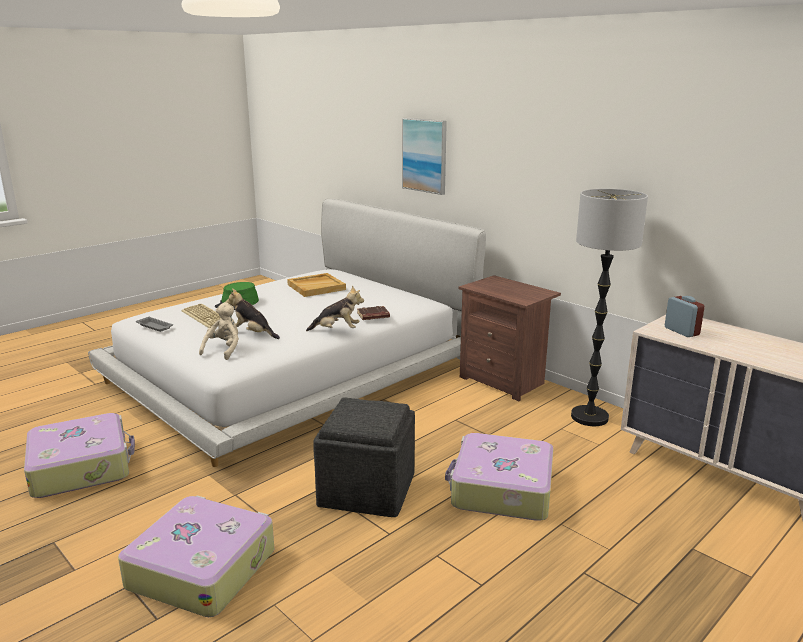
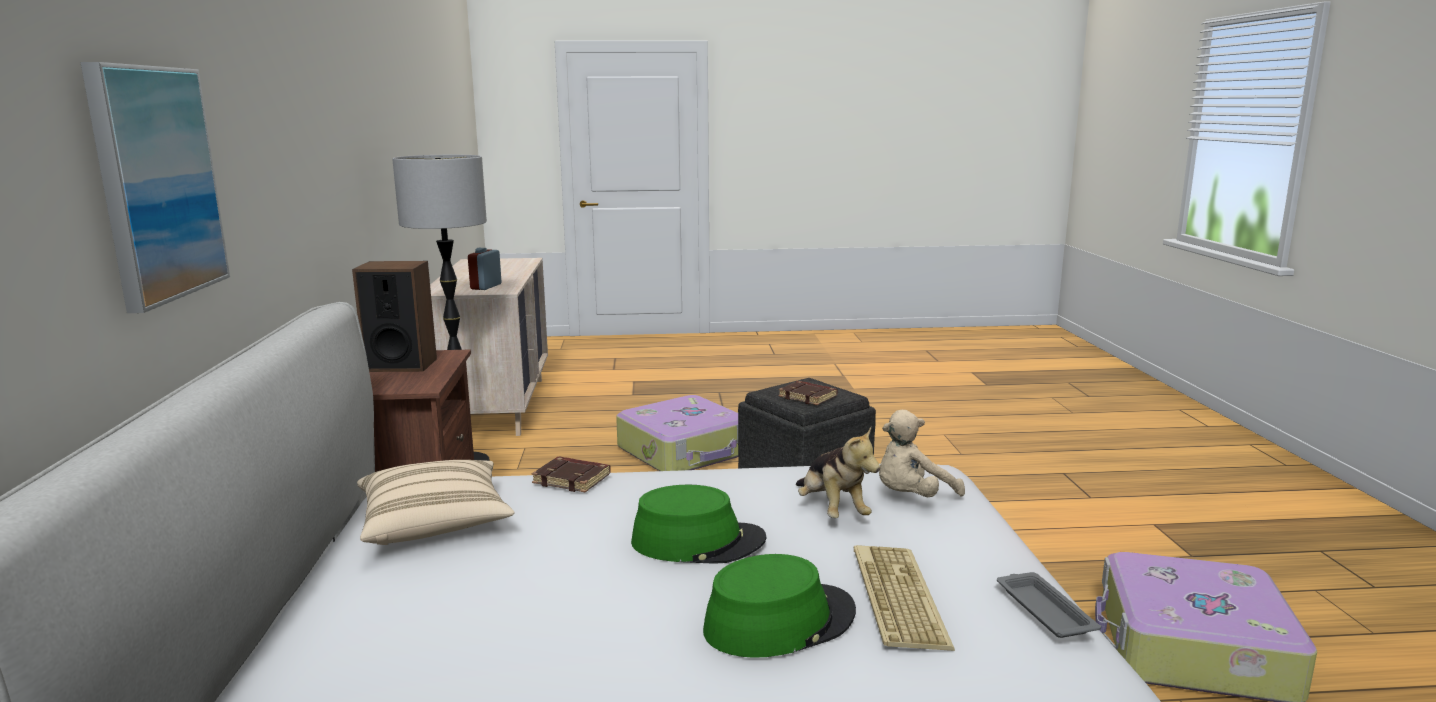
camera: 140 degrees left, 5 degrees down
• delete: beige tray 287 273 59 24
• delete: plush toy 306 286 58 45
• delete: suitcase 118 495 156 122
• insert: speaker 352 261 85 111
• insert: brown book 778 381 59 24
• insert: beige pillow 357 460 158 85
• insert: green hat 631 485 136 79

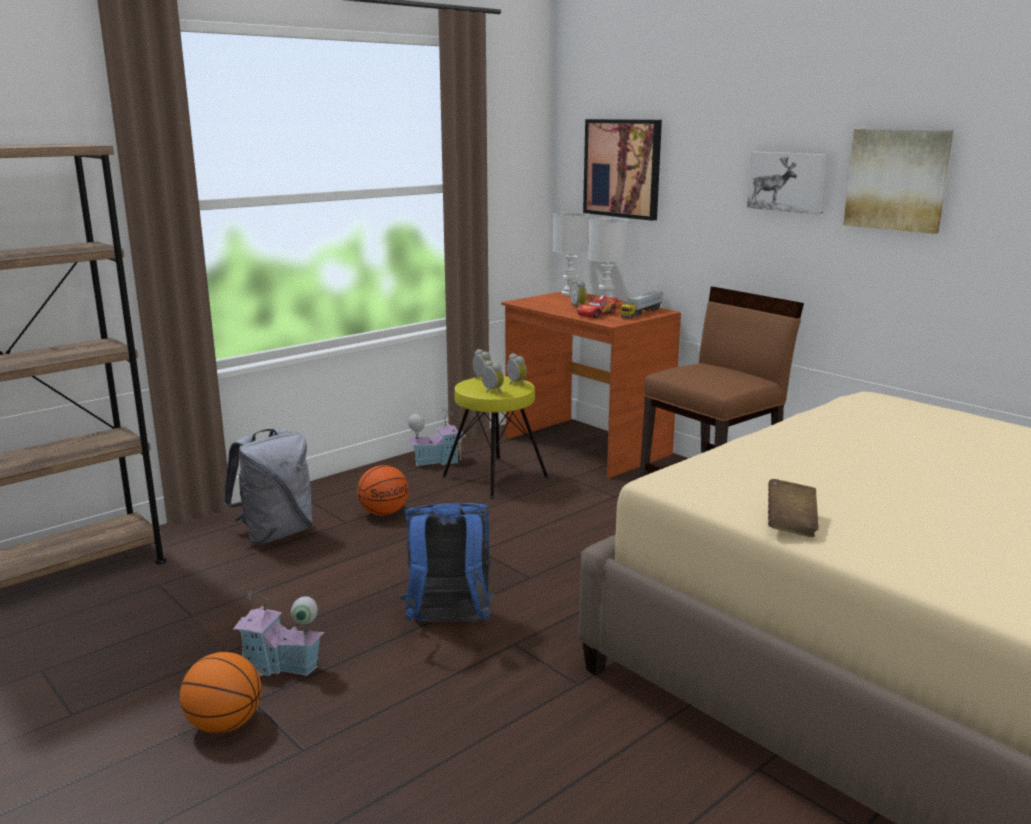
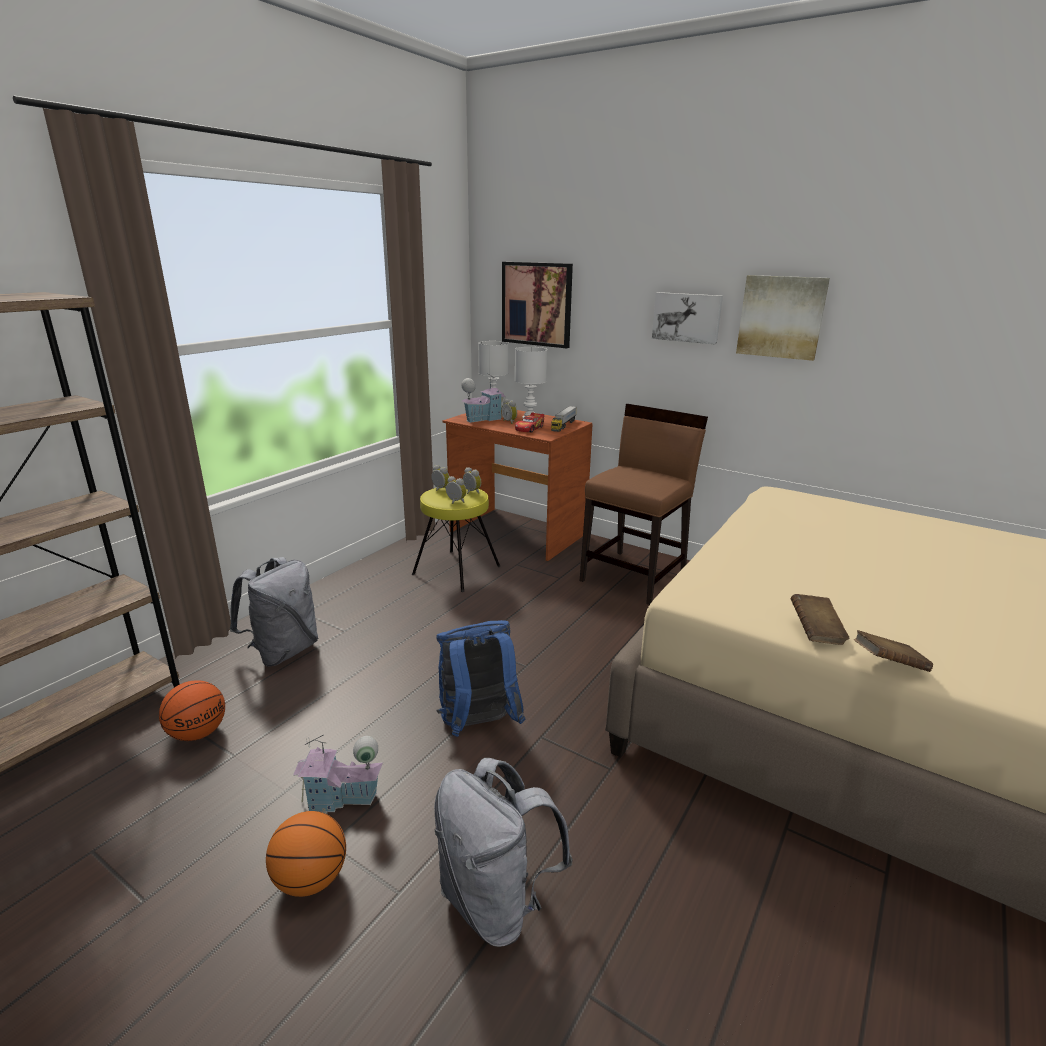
camera: 15 degrees left, 5 degrees up
• move: toy house 408 409 58 57 to 461 373 45 50
• move: basketball 357 465 52 51 to 159 680 66 61
• insert: brown book 854 630 79 42
• insert: grey backpack 434 758 139 189

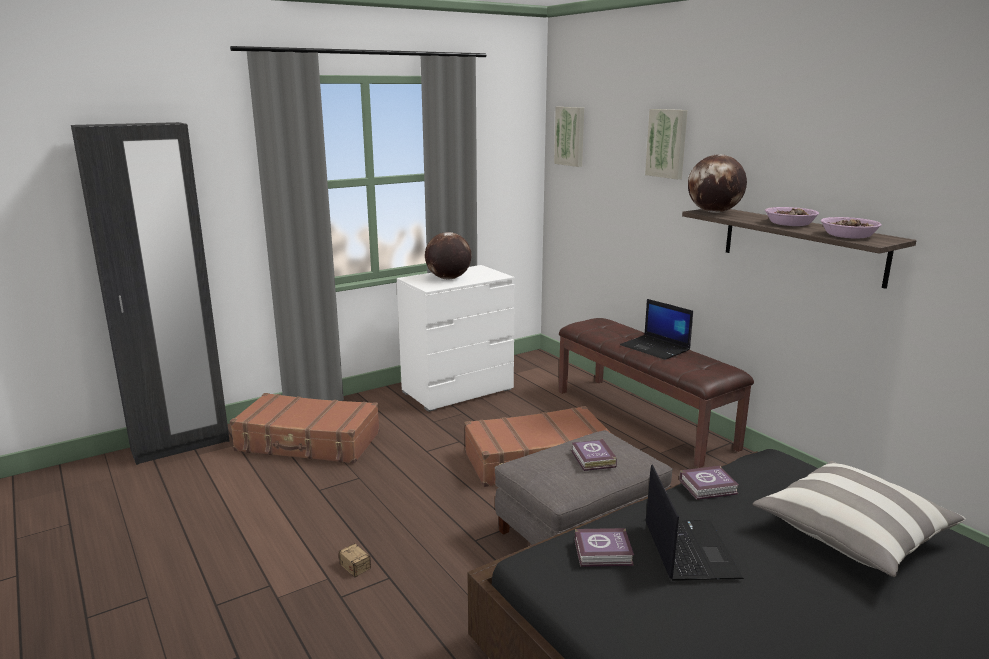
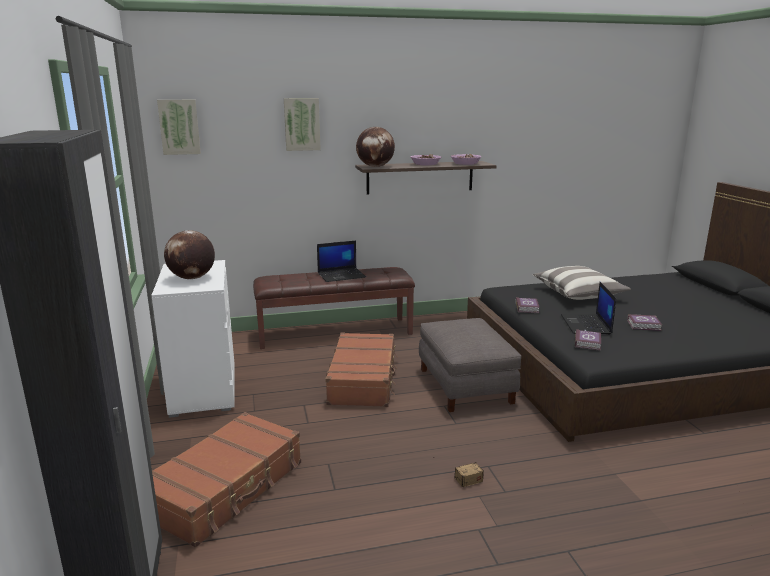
camera: 70 degrees left, 0 degrees up
• move: book 571 439 46 32 to 627 314 35 17
• rotate: laptop 645 465 99 116 = 561 282 55 52 105 degrees counterclockwise

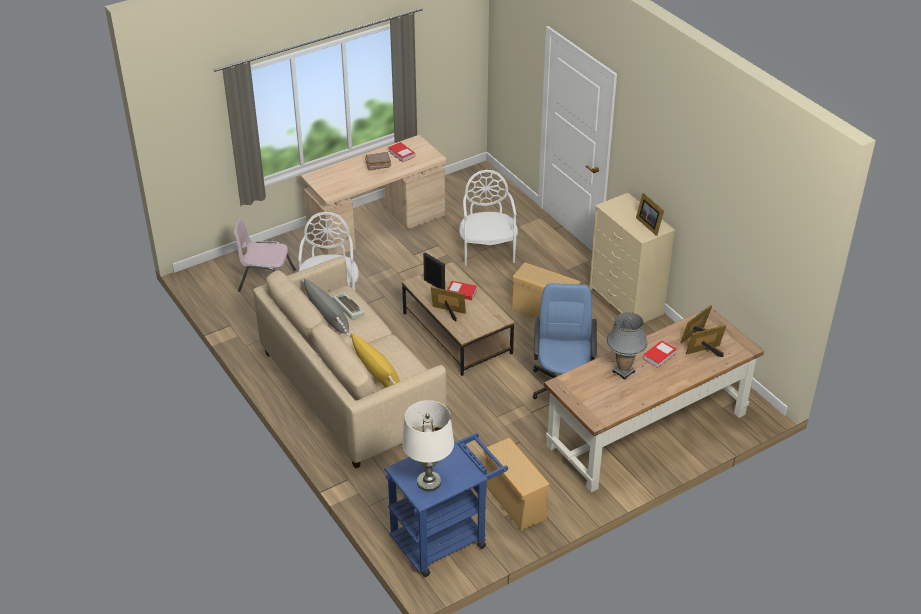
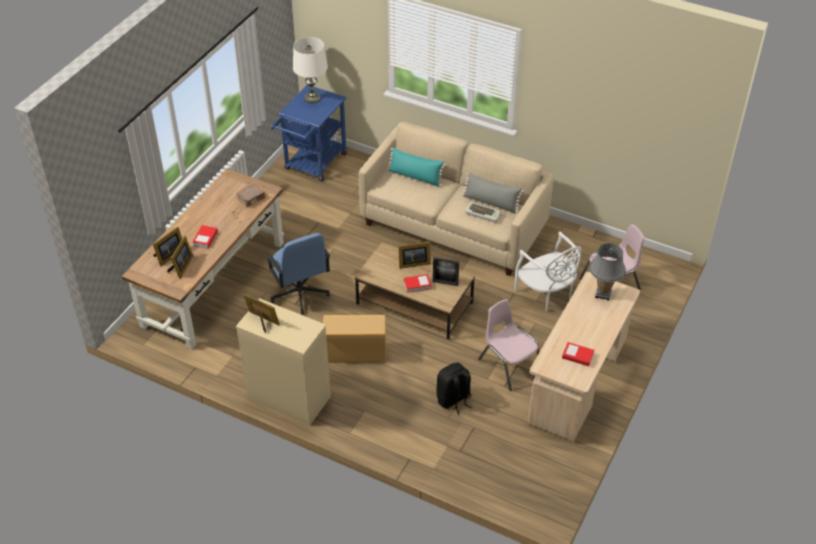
camera: 150 degrees right, 5 degrees up
• move: brown book 365 152 26 18 to 236 184 29 23
• replace: white chair 459 170 59 96 to black backpack 436 362 36 53
• move: grey table lamp 606 312 42 68 to 589 243 37 58
• recolor: yellow pillow 350 334 50 53 to turquoise pillow 387 147 59 40
• delete: beige storage box 484 438 65 92
• insert: pink chair 478 299 61 92

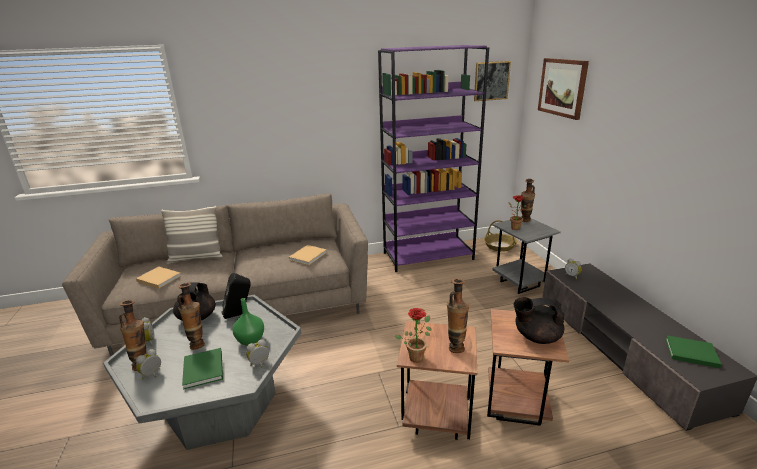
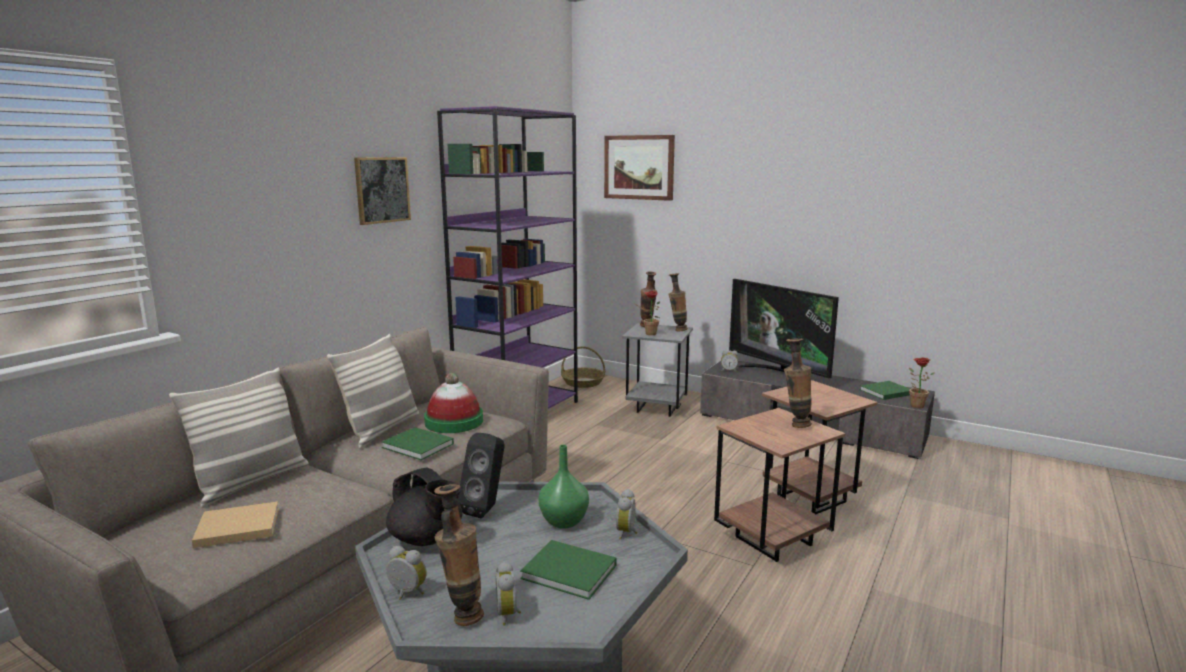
camera: 45 degrees left, 10 degrees down
• move: picture 474 61 37 40 to 354 157 57 68
• replace: beige book 289 245 38 20 to hat 424 373 59 60
• move: vase 178 283 27 67 to 668 273 20 58
• delete: black teapot 513 297 52 47
• move: potted plant 395 308 37 55 to 909 358 26 50
• insert: television 729 279 110 99
• insert: pillow 327 334 92 115
• insert: green book 382 427 72 33

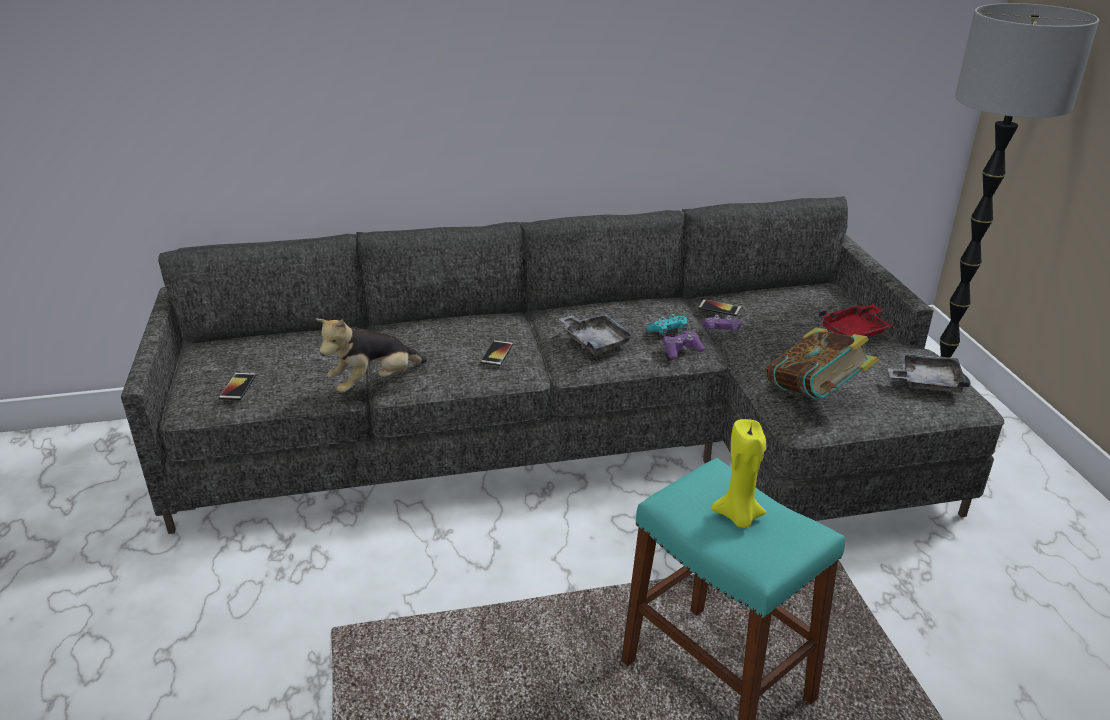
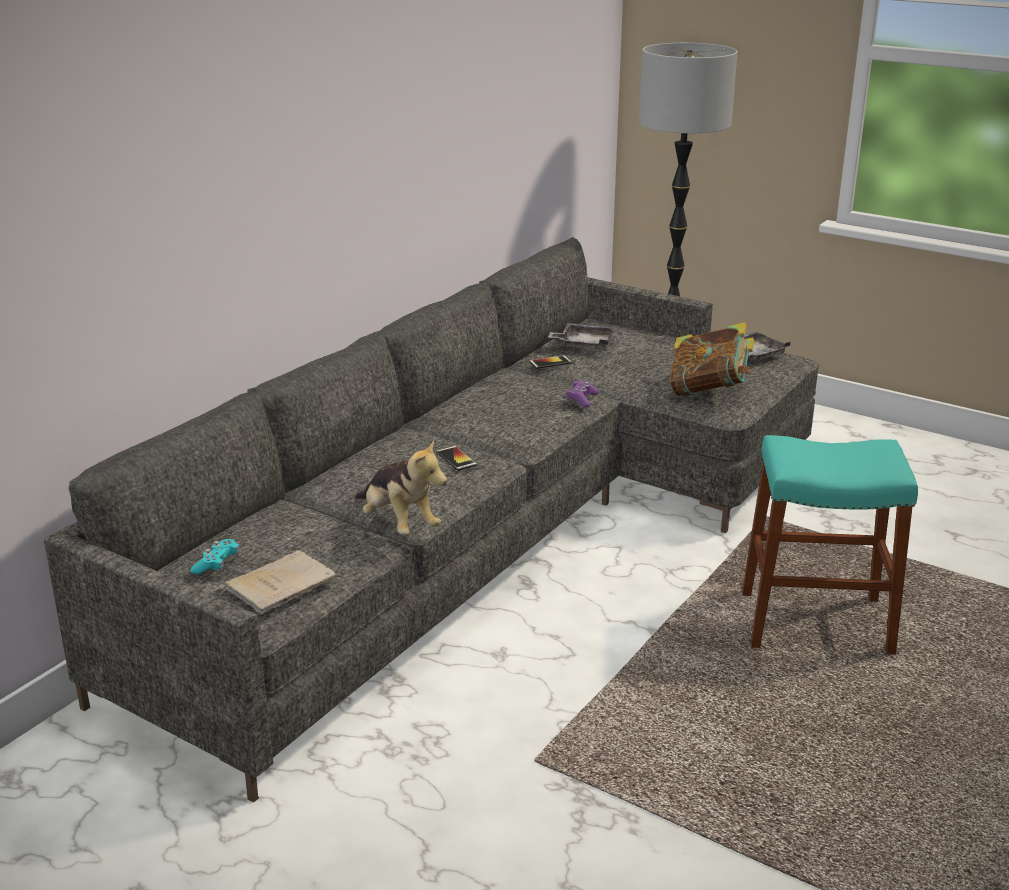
camera: 45 degrees left, 5 degrees down
• delete: red tray 819 304 74 33
• move: grey tray 559 312 77 43 to 548 323 66 27
• move: turquoise game controller 646 314 42 22 to 191 539 49 35
• delete: purple game controller 702 315 39 19
• rotate: plush toy 316 318 111 75 = 355 439 92 96 45 degrees counterclockwise
• replace: phone 219 373 37 27 to beige book 224 550 111 64
• delete: yellow candle 711 419 55 109

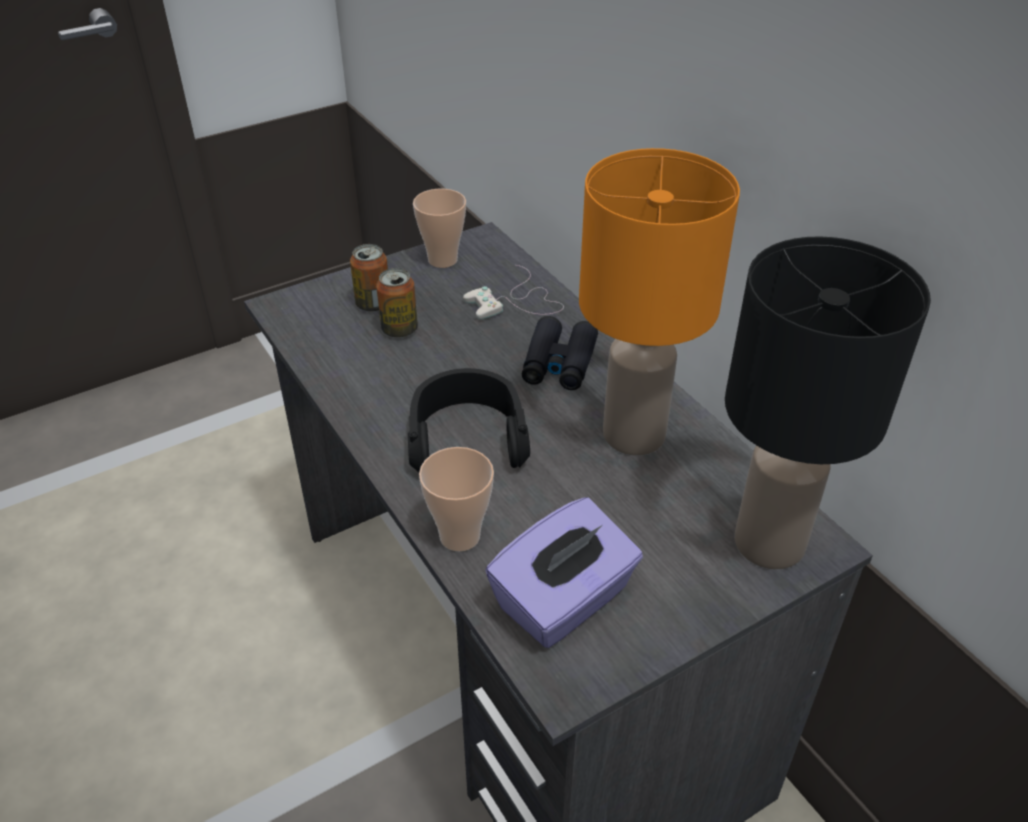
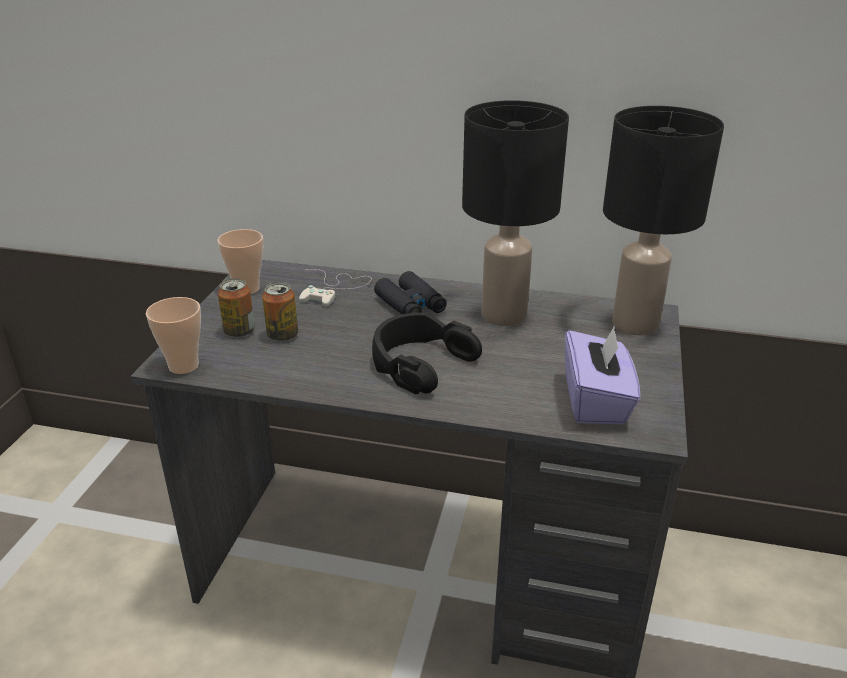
camera: 45 degrees left, 10 degrees down
• recolor: orange table lamp 579 148 161 307 to black table lamp 462 100 107 226
• move: cup 419 447 75 104 to 146 297 55 77

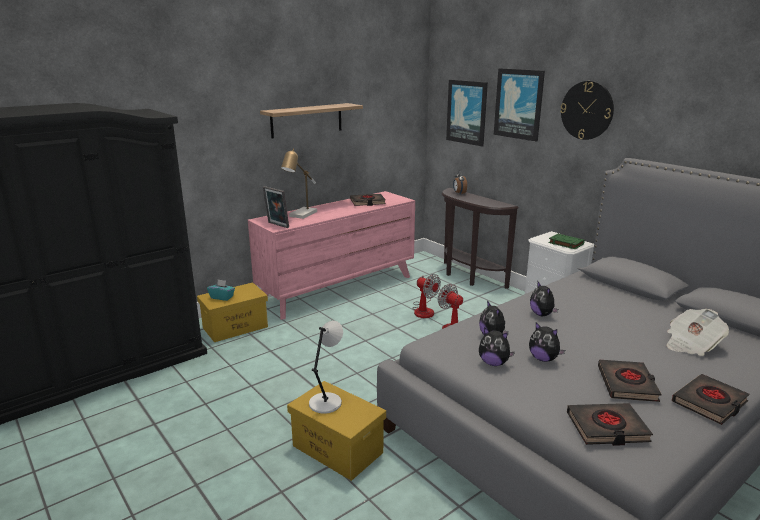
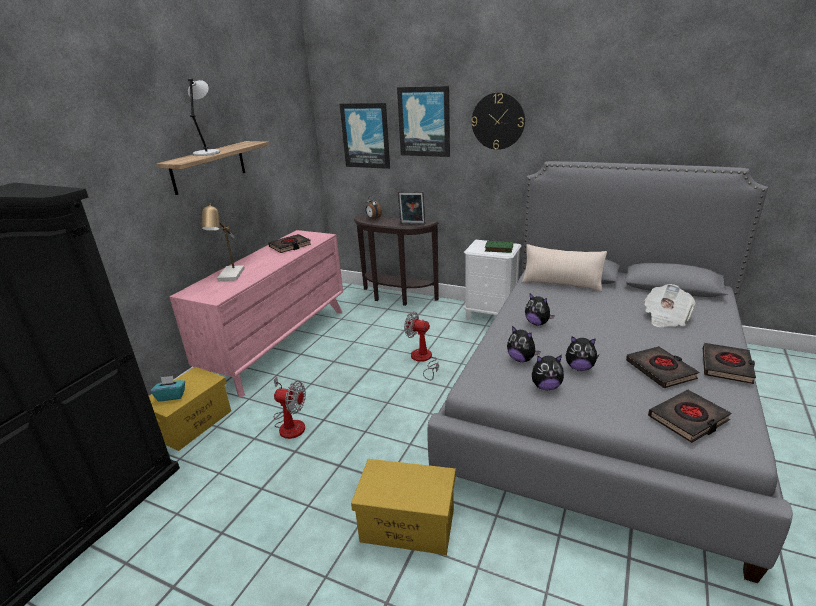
camera: 25 degrees left, 5 degrees up
• move: picture frame 263 186 26 42 to 398 191 27 34
• move: fan 412 274 29 44 to 274 376 32 63
• move: grey table lamp 309 321 34 93 to 188 79 32 77
• insert: beige pillow 522 244 85 48

